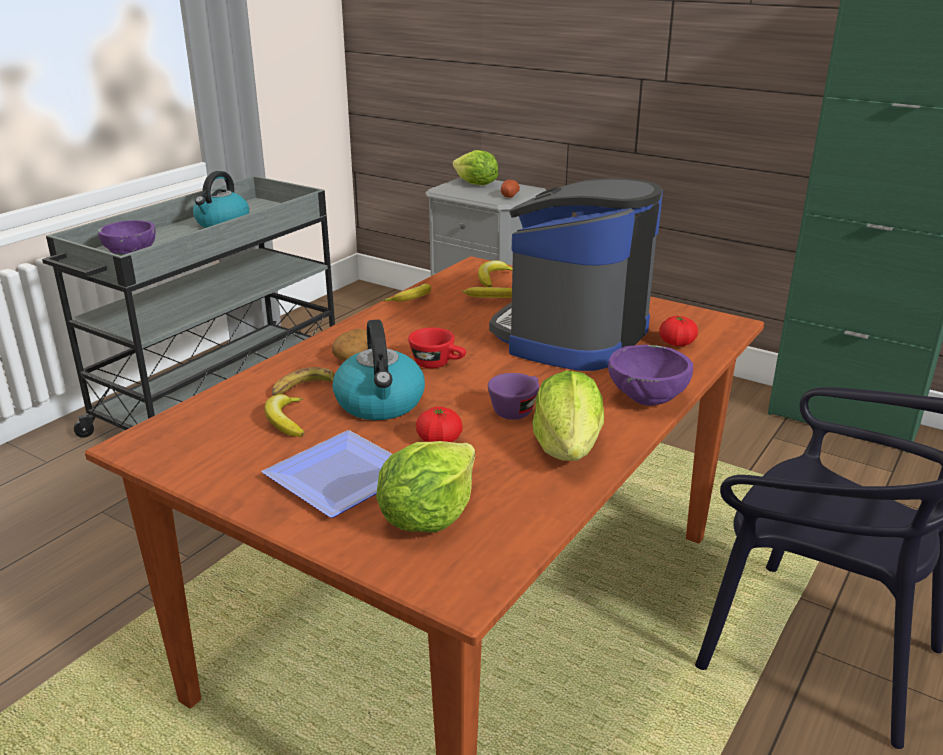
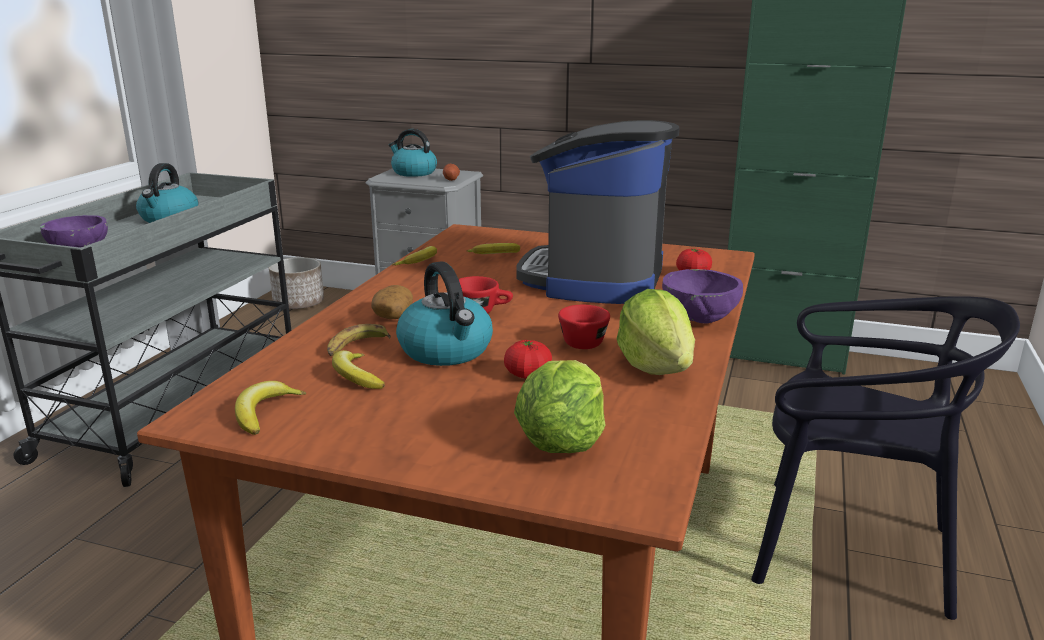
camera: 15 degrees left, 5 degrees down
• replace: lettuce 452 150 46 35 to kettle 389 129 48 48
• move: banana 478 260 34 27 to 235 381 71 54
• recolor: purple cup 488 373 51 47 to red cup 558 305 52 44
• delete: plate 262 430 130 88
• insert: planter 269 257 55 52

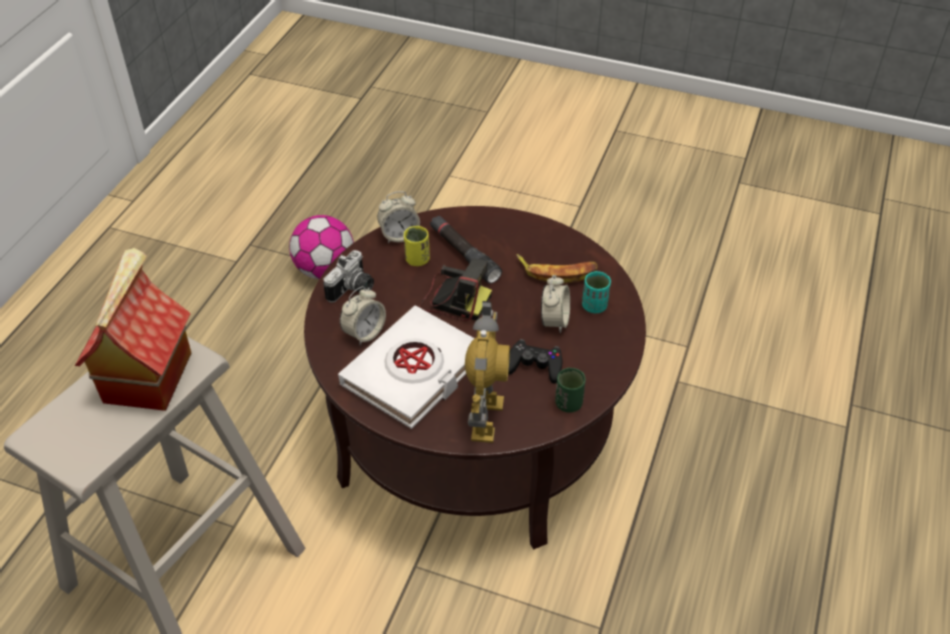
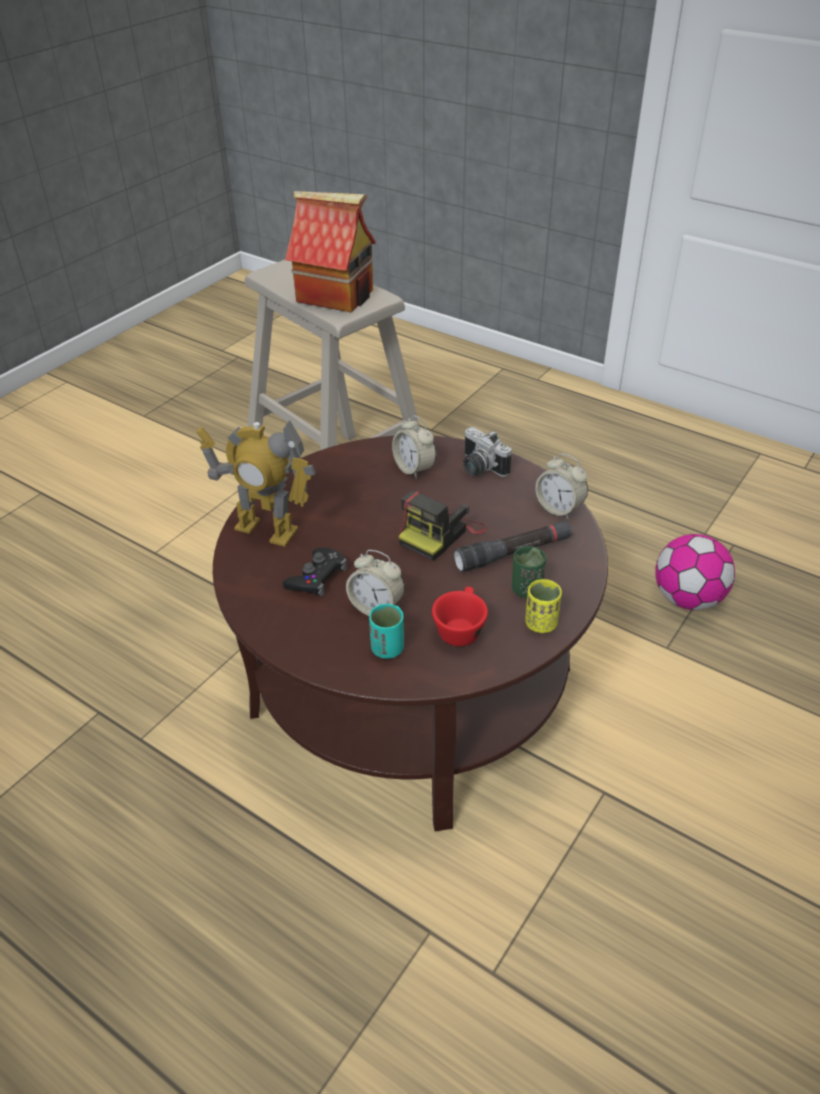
camera: 105 degrees right, 5 degrees down
• rotate: alarm clock 377 191 43 52 = 535 453 53 66 45 degrees counterclockwise
• move: yellow cup 404 226 26 40 to 525 579 37 54
• replace: banana 517 254 81 29 to red cup 432 587 56 59
• delete: white book 338 305 137 124
• move: green cup 555 368 31 45 to 512 546 34 52

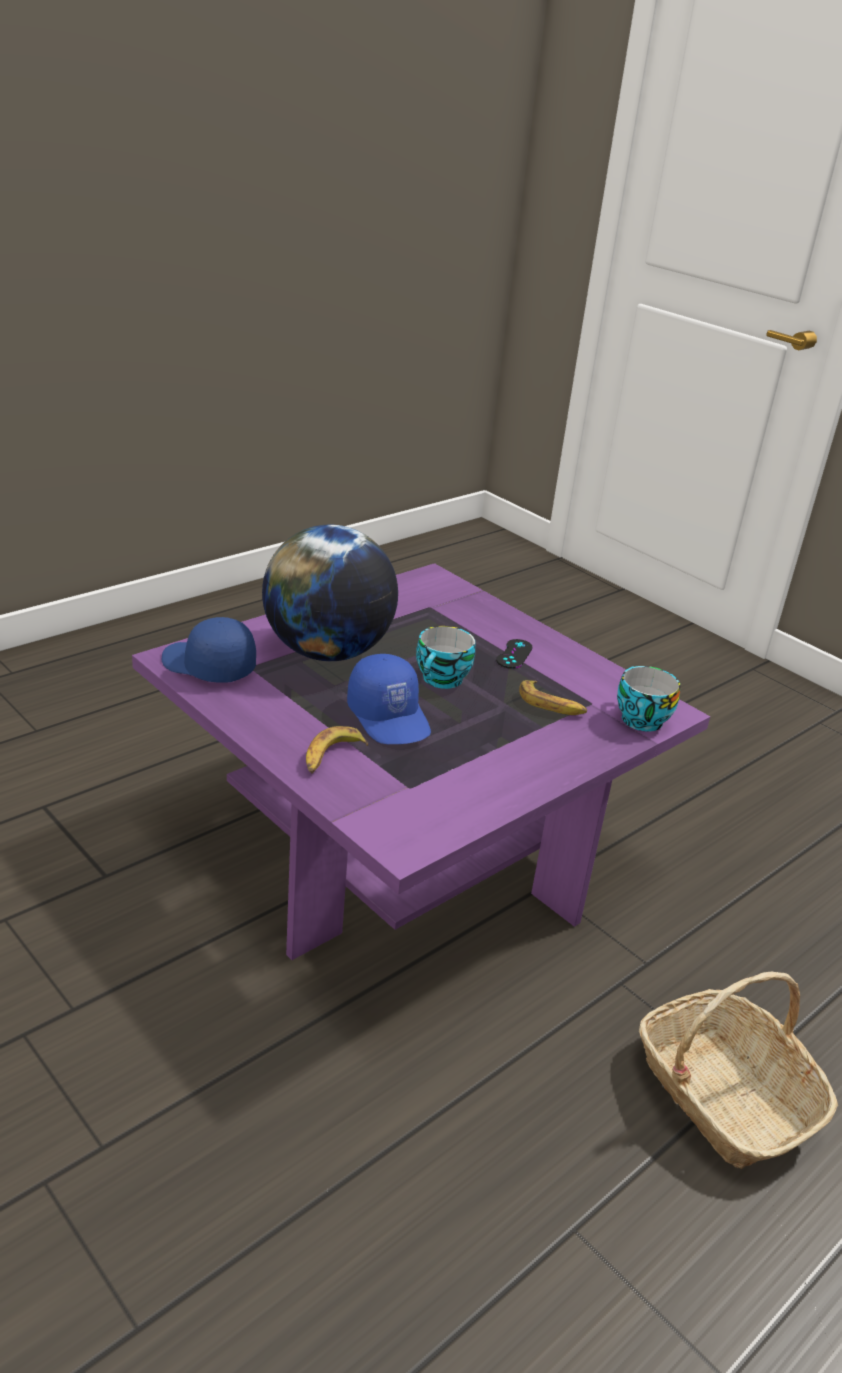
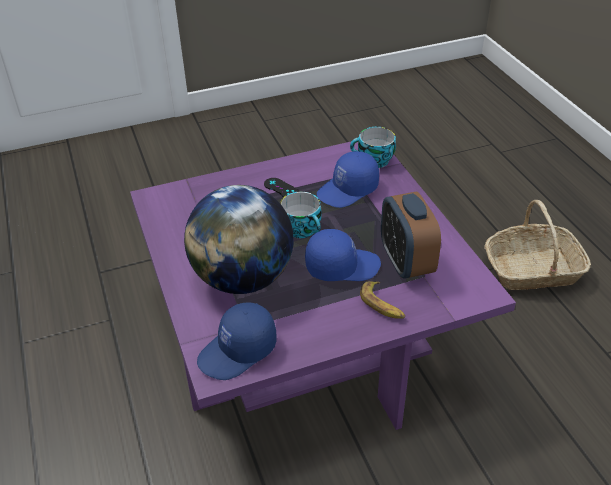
camera: 65 degrees left, 10 degrees up
• replace: banana 519 680 68 35 to blue cap 317 151 62 57
• insert: alarm clock 381 192 60 87

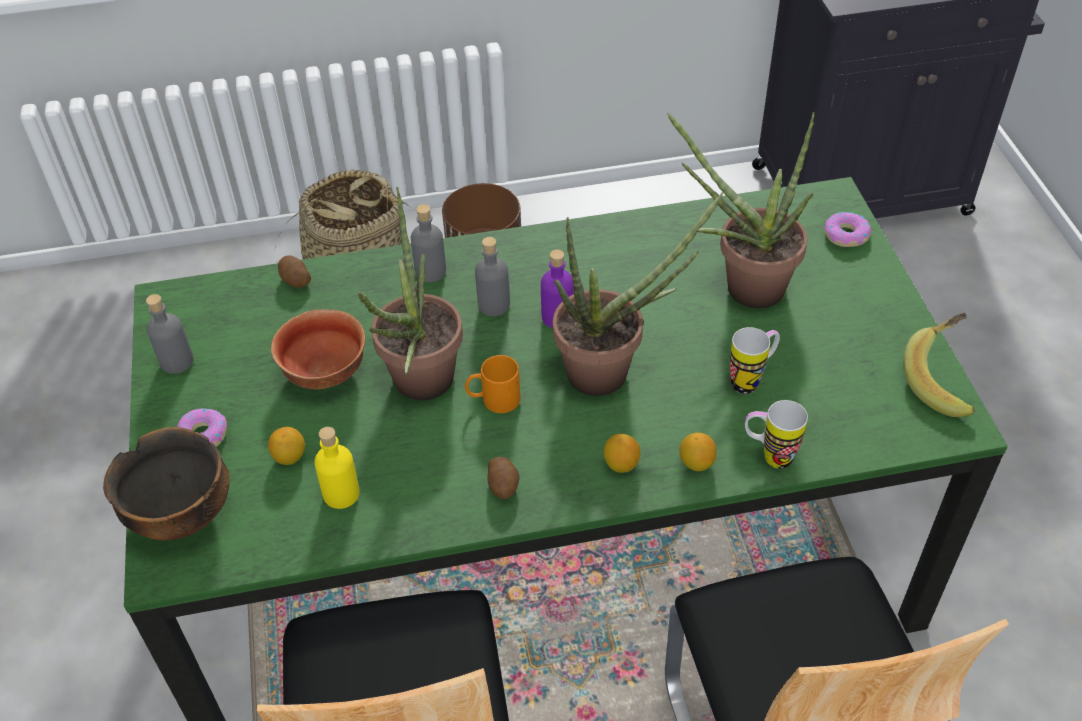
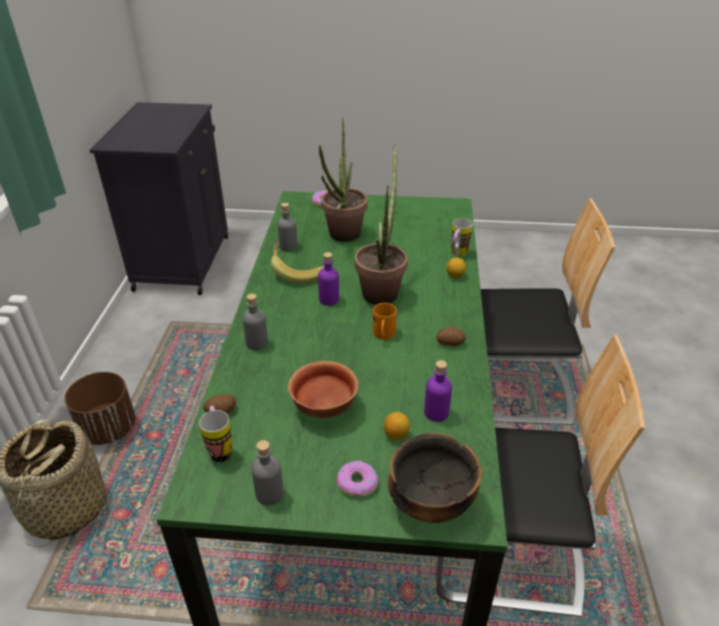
camera: 75 degrees left, 10 degrees down
• delete: potted plant 358 187 105 213
• move: grey bottle 475 237 35 79 to 278 203 20 49
• move: banana 903 313 72 104 to 271 240 53 44
• move: mug 730 327 50 67 to 199 406 33 56
• recolor: yellow bottle 314 427 46 82 to purple bottle 424 360 28 62
• delete: lemon 604 434 36 39

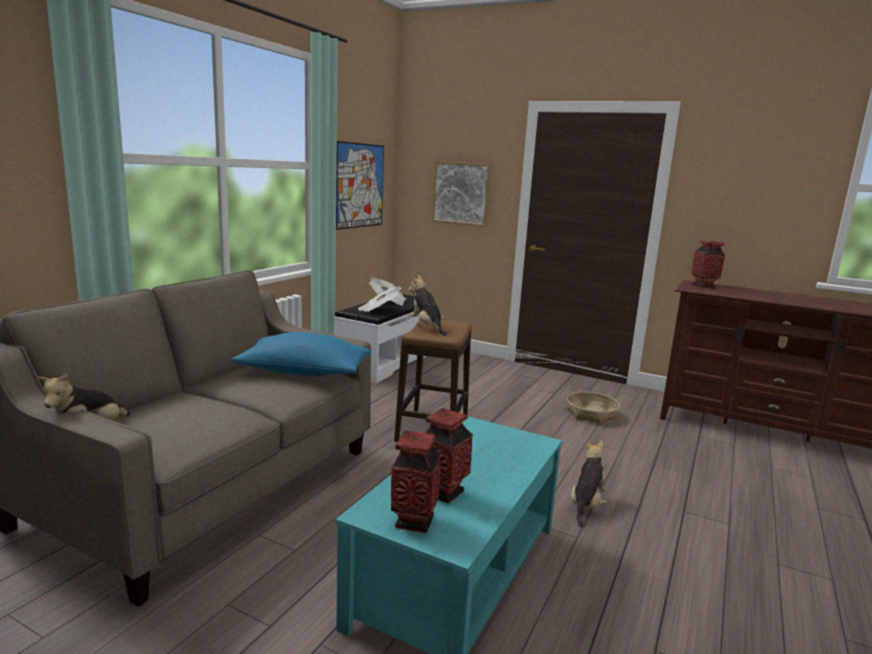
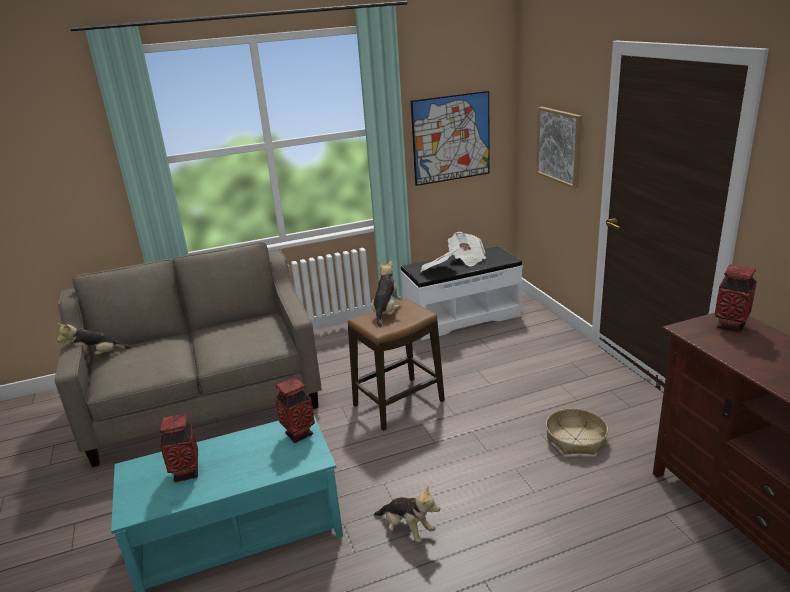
camera: 45 degrees right, 10 degrees up
• delete: blue pillow 232 332 139 44
• move: vase 391 431 50 102 to 275 377 40 66
• rotate: plush toy 571 440 36 87 = 374 487 66 55 60 degrees clockwise

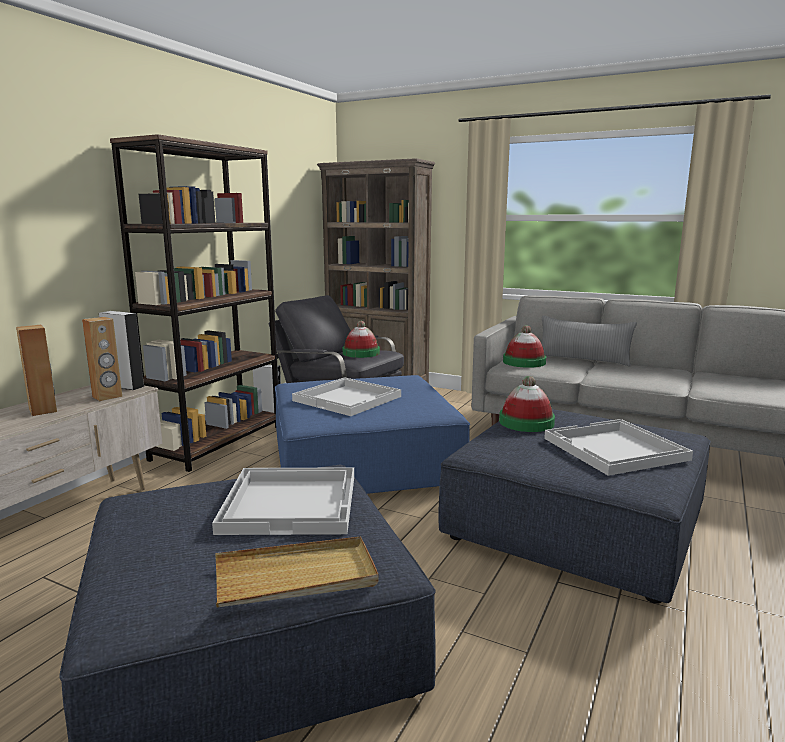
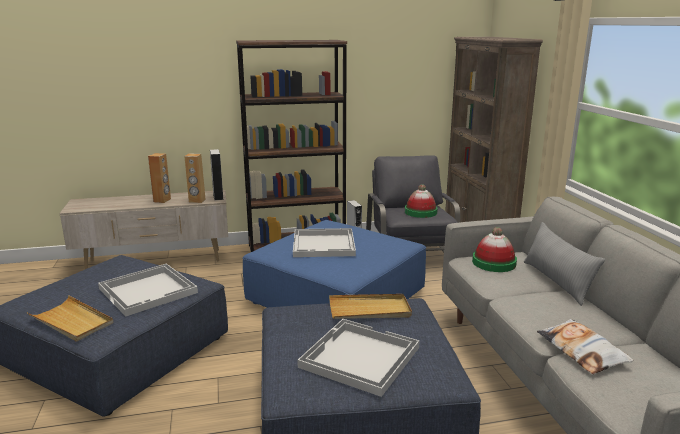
camera: 50 degrees right, 5 degrees up
• replace: hat 499 376 56 56 to beige tray 329 294 83 25
• insert: pillow 537 319 97 55

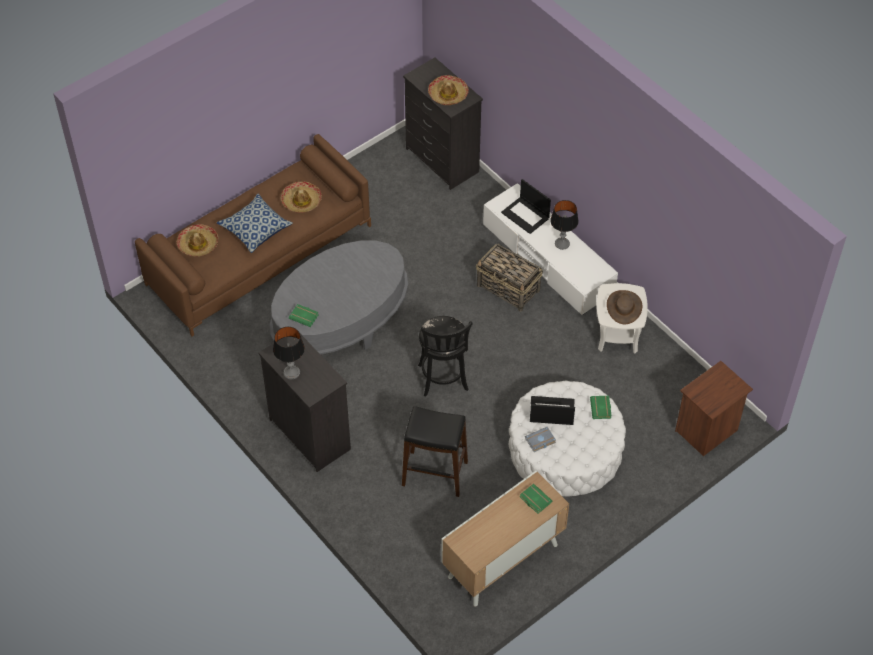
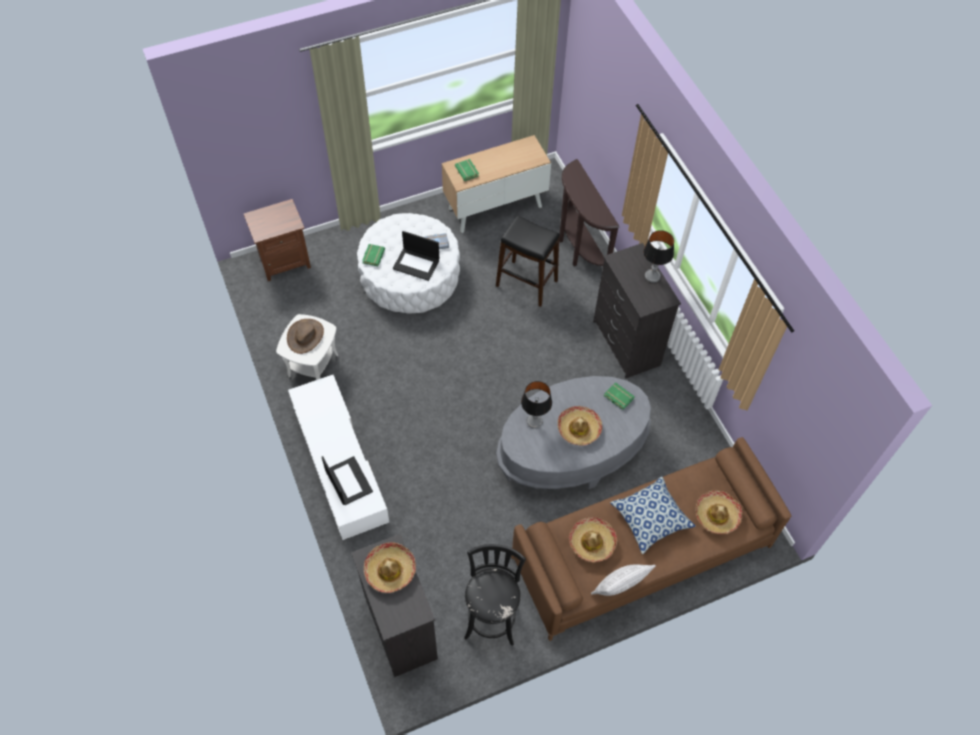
camera: 165 degrees left, 5 degrees up
• move: table lamp 550 200 29 50 to 521 381 31 48
• delete: basket 476 244 67 67
• move: black stool 418 316 55 81 to 464 544 62 102
• insert: brown console table 559 159 60 107
• insert: hat 558 406 44 40
• insert: pillow 591 564 65 32

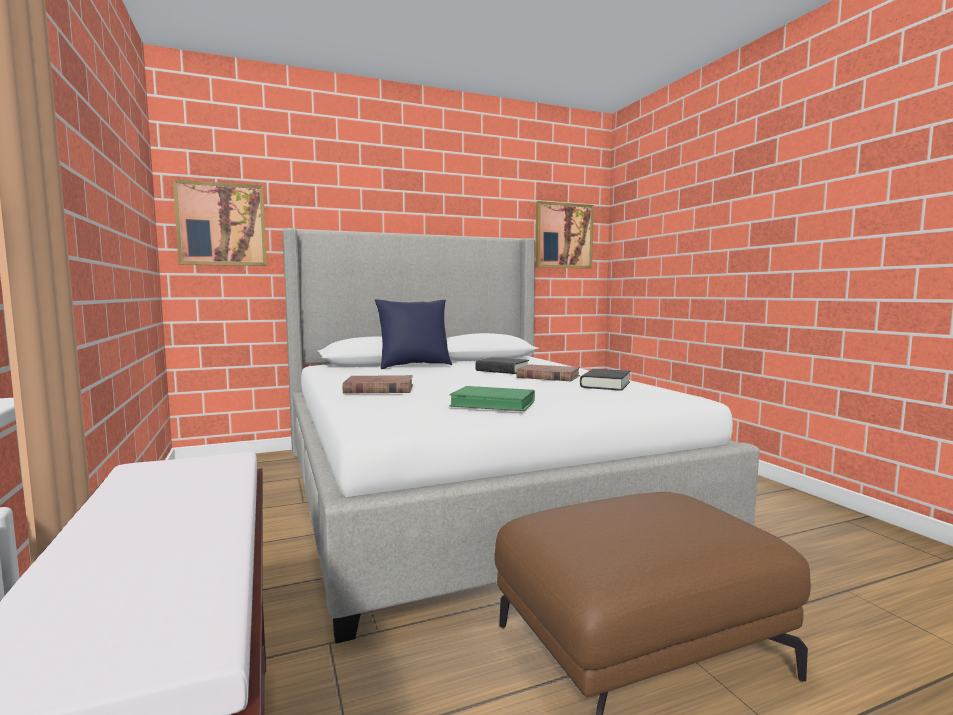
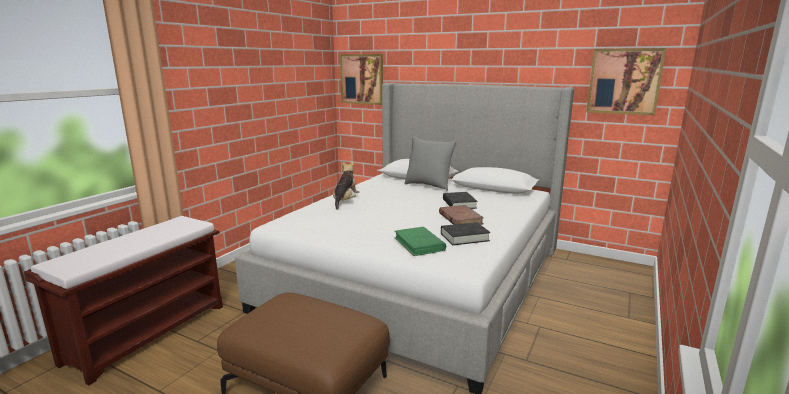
camera: 50 degrees right, 10 degrees up
• recolor: blue pillow 375 299 77 70 to grey pillow 404 137 53 54
• replace: brown book 343 375 70 19 to plush toy 333 161 26 49
• move: green book 449 386 86 25 to 395 227 51 29

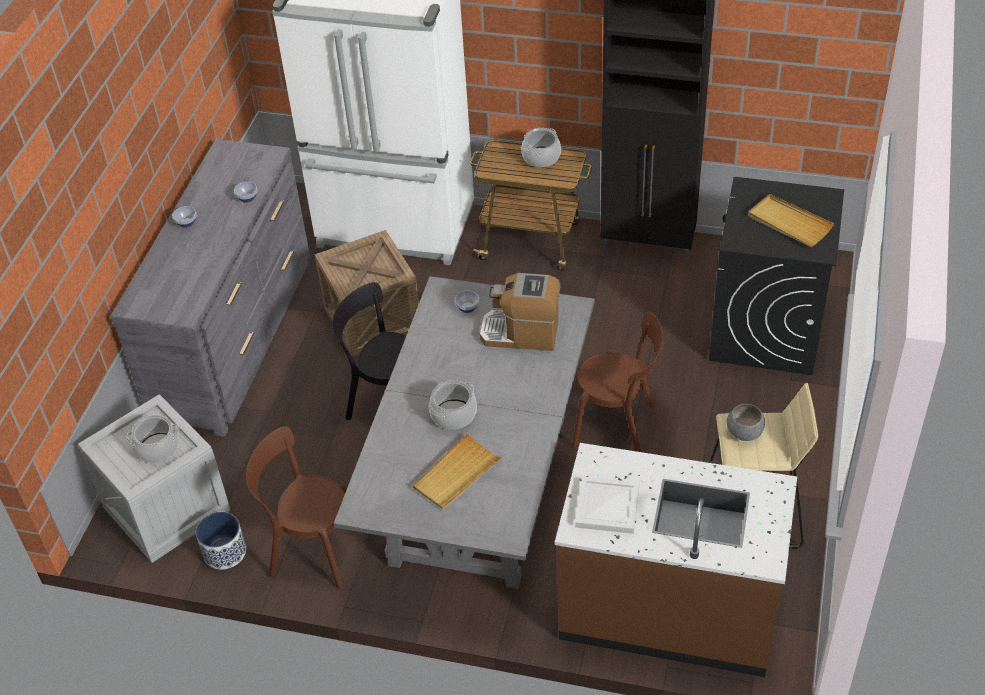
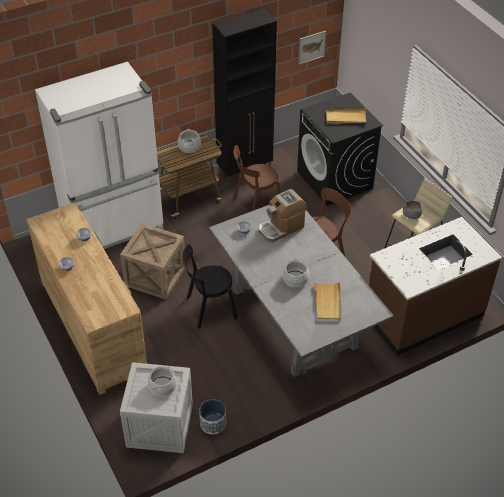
camera: 45 degrees left, 0 degrees up
• recolor: grey dresser 110 139 201 298 to brown dresser 26 203 121 192
• move: brown chair 246 426 101 163 to 233 145 48 66
• delete: white tray 575 476 64 58
• insert: picture 298 31 28 34

